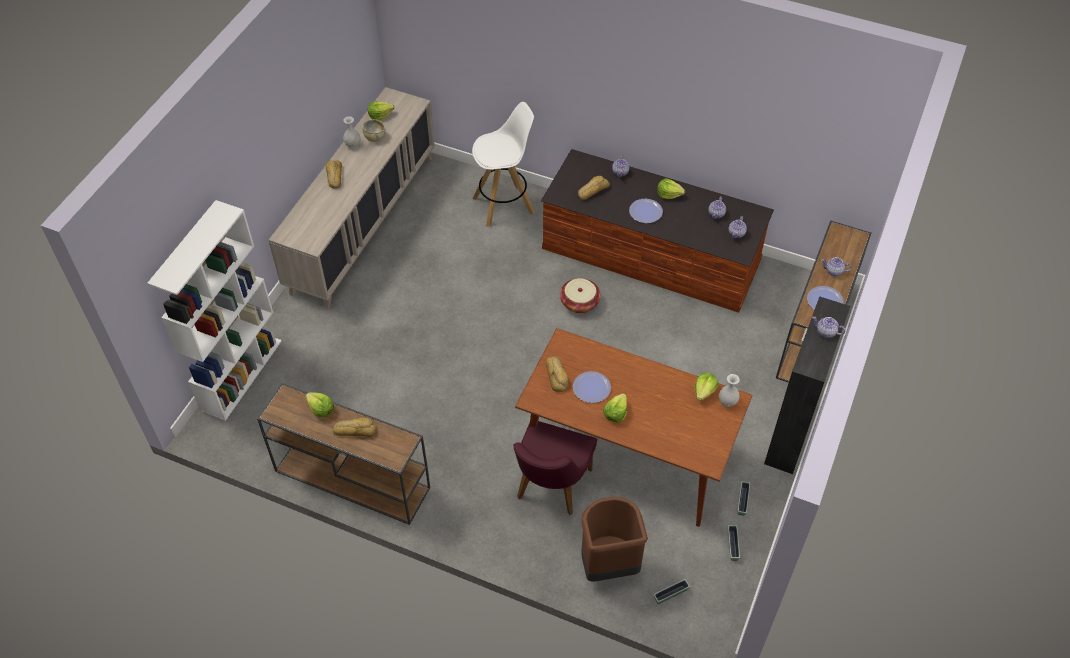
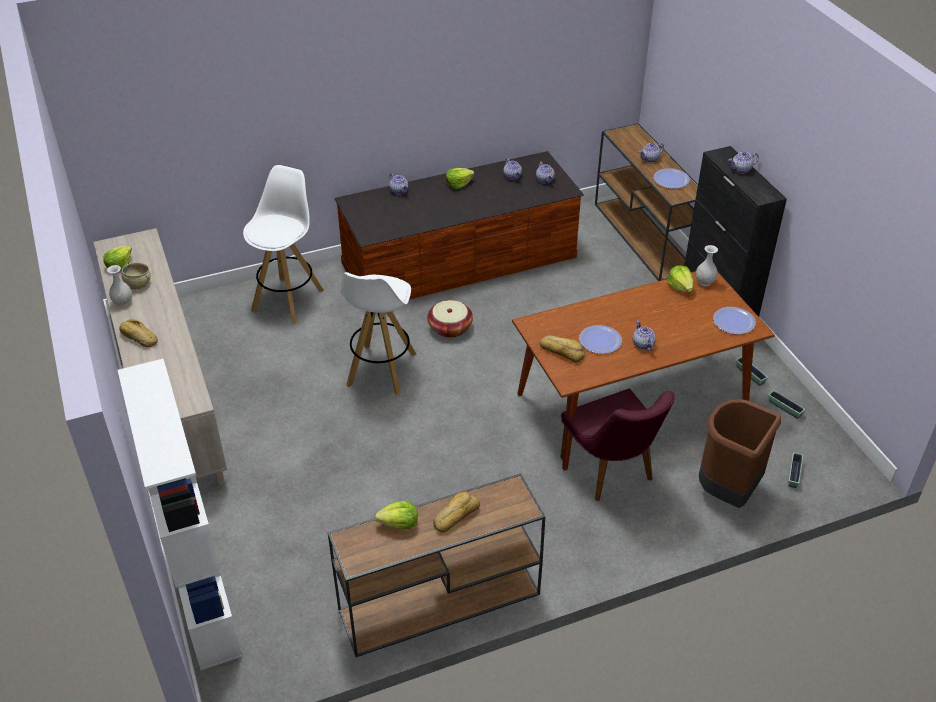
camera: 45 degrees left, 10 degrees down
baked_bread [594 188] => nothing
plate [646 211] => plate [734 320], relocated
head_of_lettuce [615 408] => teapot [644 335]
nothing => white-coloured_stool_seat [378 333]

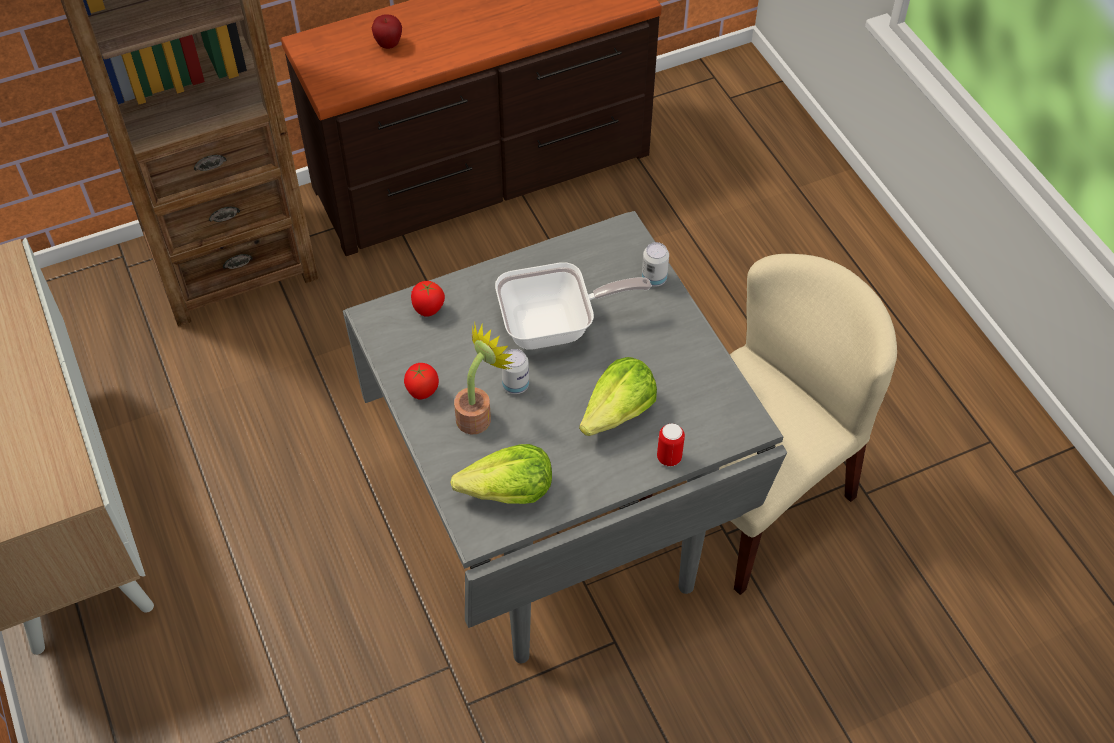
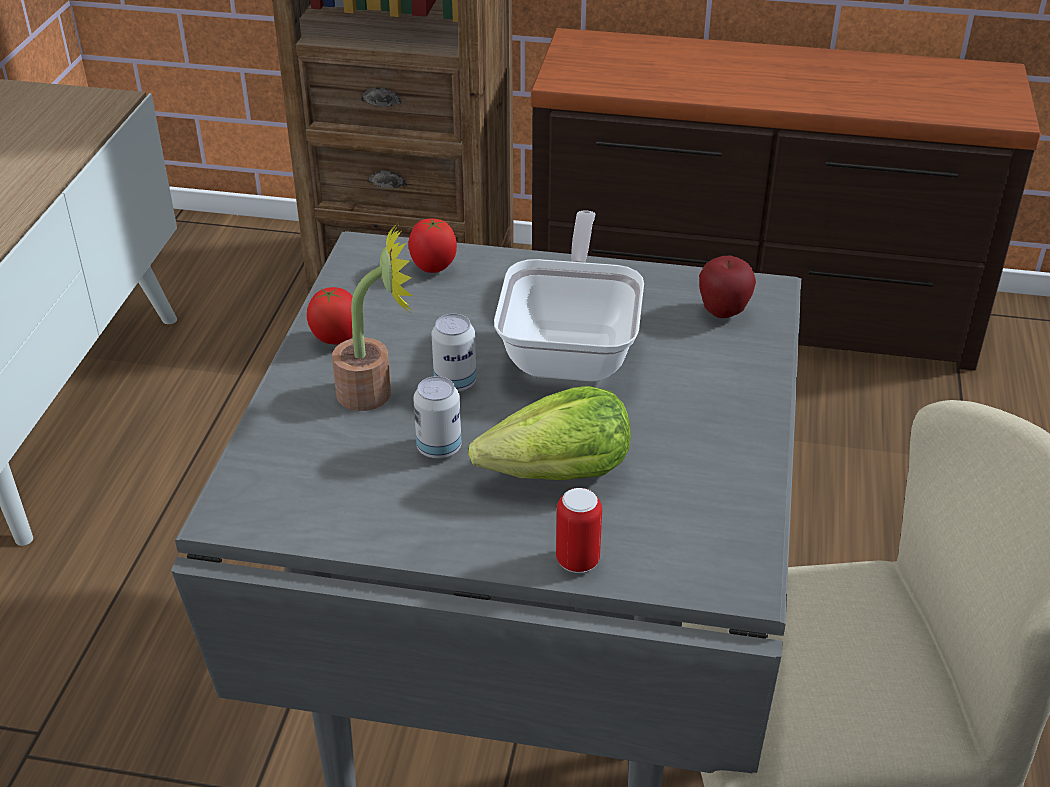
camera: 35 degrees right, 15 degrees down
whole_apple [387 31] => whole_apple [727 287], relocated
sealed_can [655 264] => sealed_can [437 417], relocated
frying_pan [573 305] => frying_pan [569 296], 105 degrees counterclockwise
head_of_lettuce [501 474] => nothing

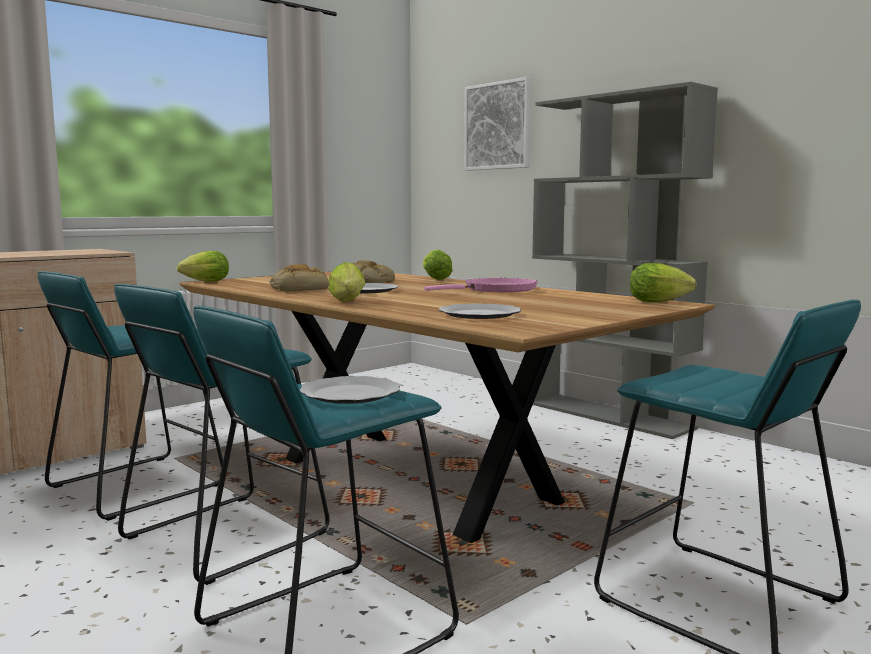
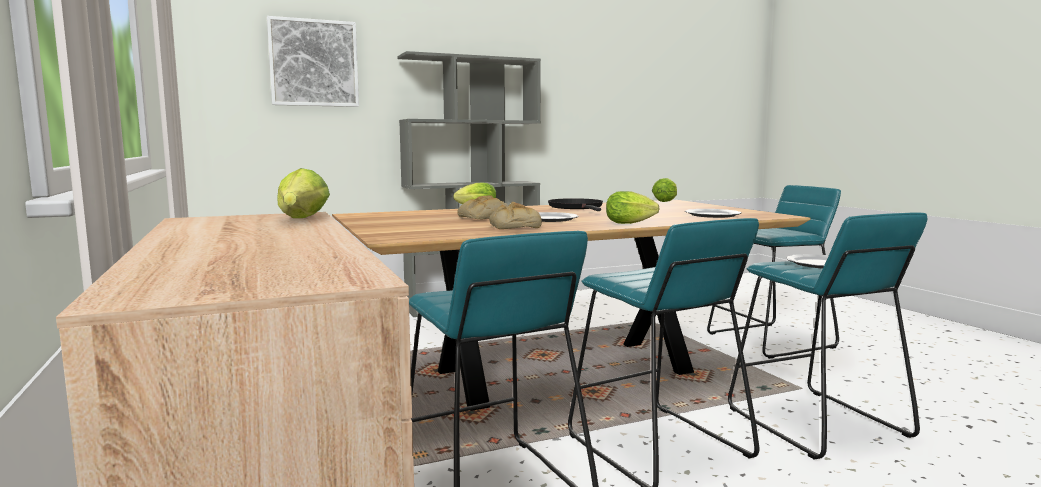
camera: 70 degrees left, 0 degrees up
head_of_lettuce [203 266] => head_of_lettuce [303 193], relocated
pink_frying_pan [481 285] => blackish_frying_pan [575 204]

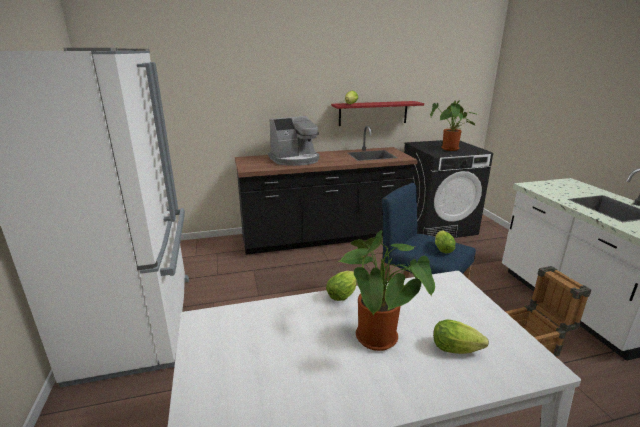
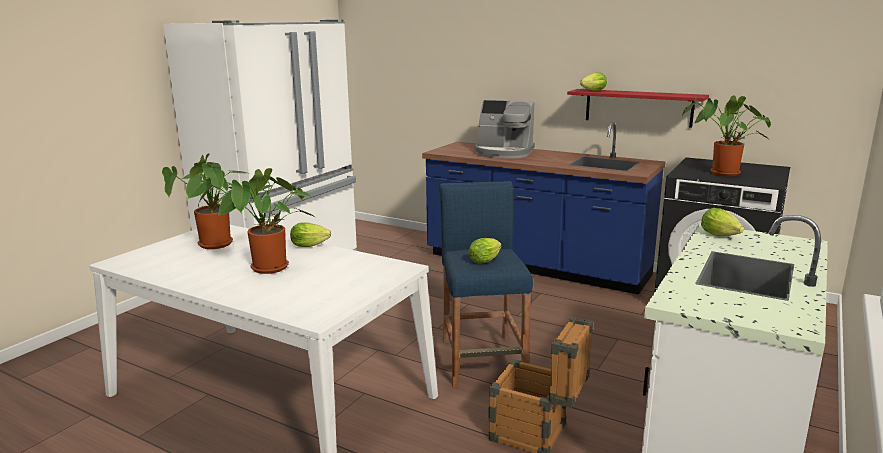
camera: 45 degrees right, 5 degrees down
blackish_counter [326 190] => bluish_counter [544 208]
head_of_lettuce [461 336] => head_of_lettuce [722 222], relocated
nothing => plant_in_a_pot [204 201]

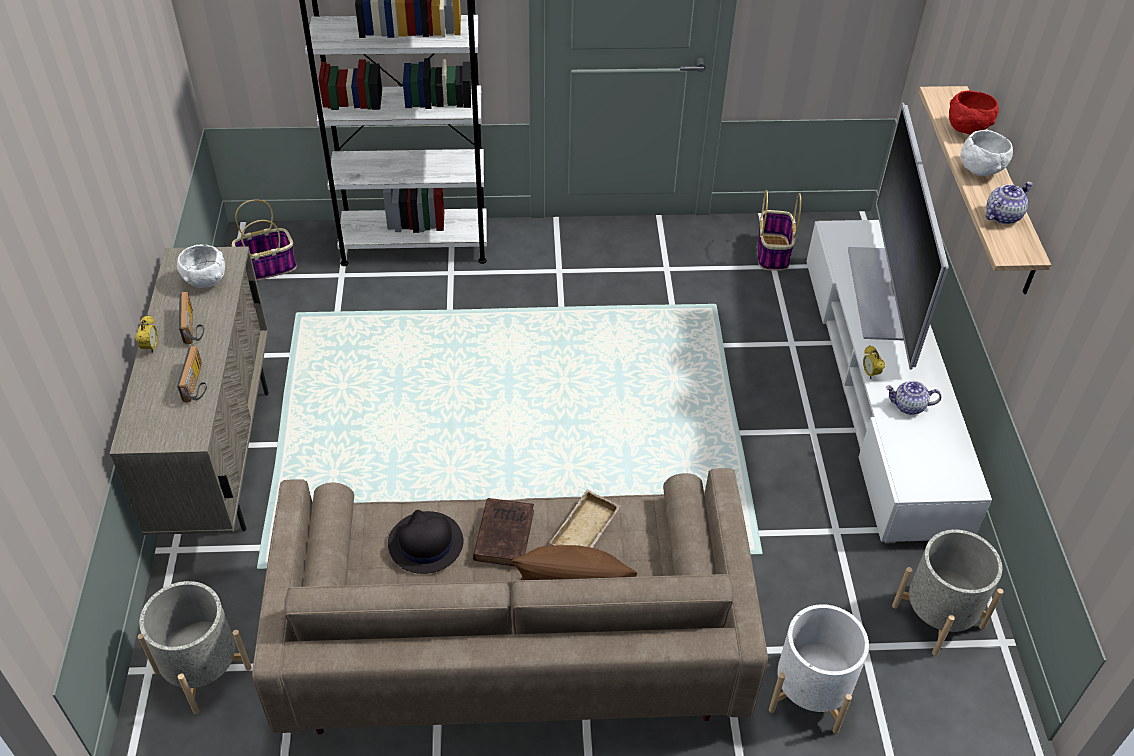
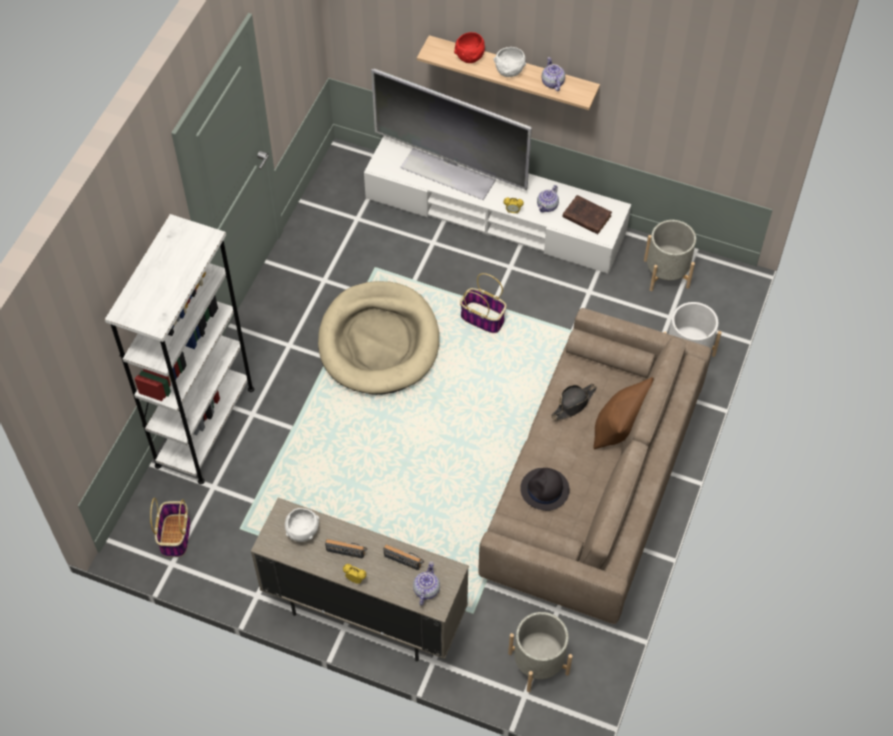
camera: 65 degrees left, 10 degrees up
storage_basket [779 230] => storage_basket [483 303], relocated
beige-coloured_tray [584 518] => blackish_hat [574 402]
brown_book [503 532] => brown_book [587 214], relocated
nothing => beige-coloured_dog_bed [378 338]
nothing => teapot [426 583]

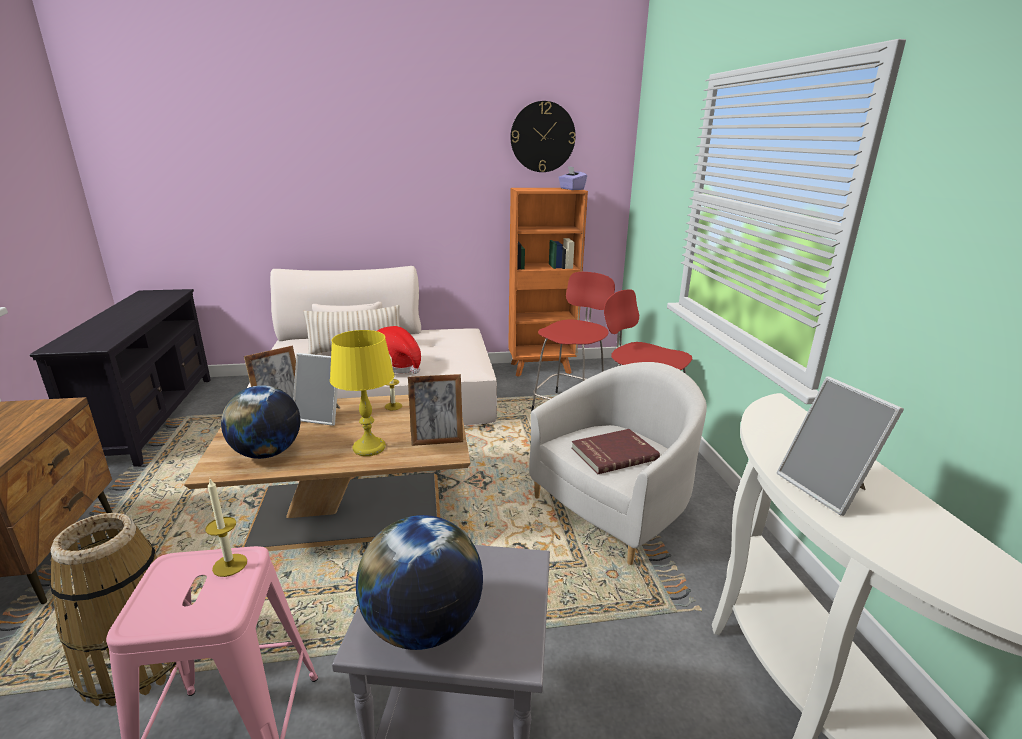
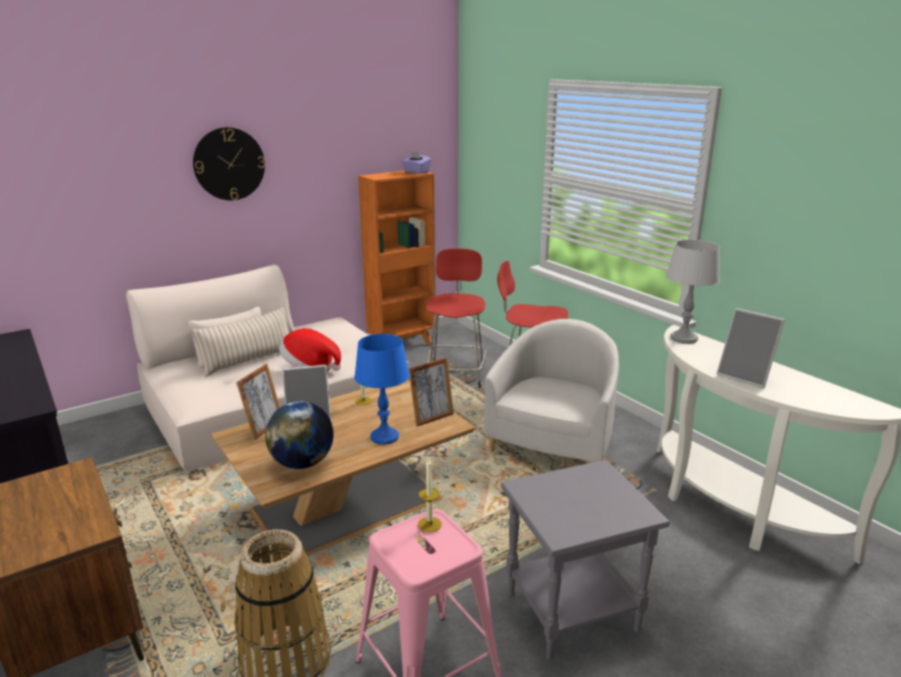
camera: 25 degrees left, 0 degrees up
hanging_clock [543 136] => hanging_clock [229 163], relocated
yellowish_tabletop_lamp [362 393] => bluish_tabletop_lamp [381 389]
reddish_book [616 451] => nothing
world_globe [419 582] => nothing
nothing => grey_tabletop_lamp [693 292]

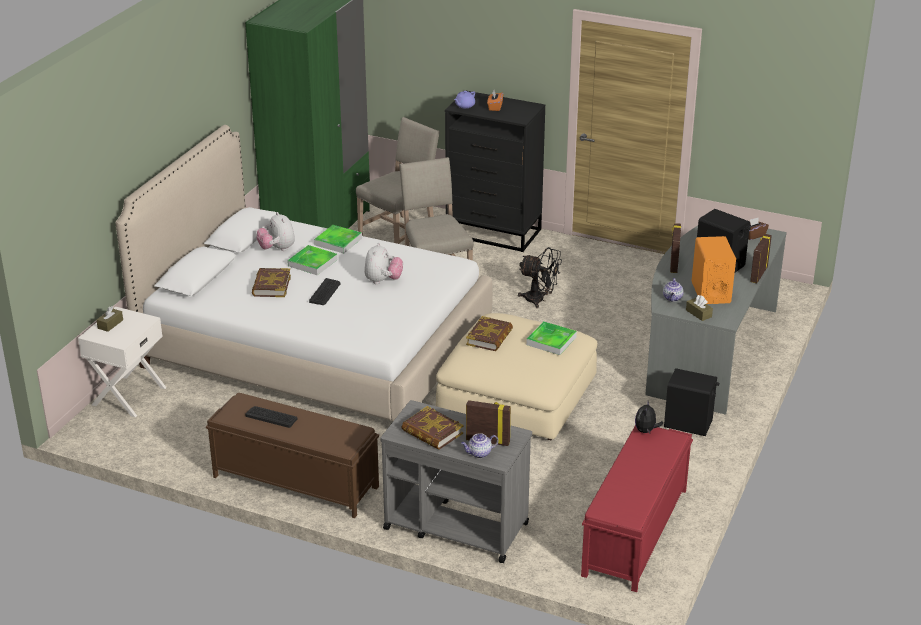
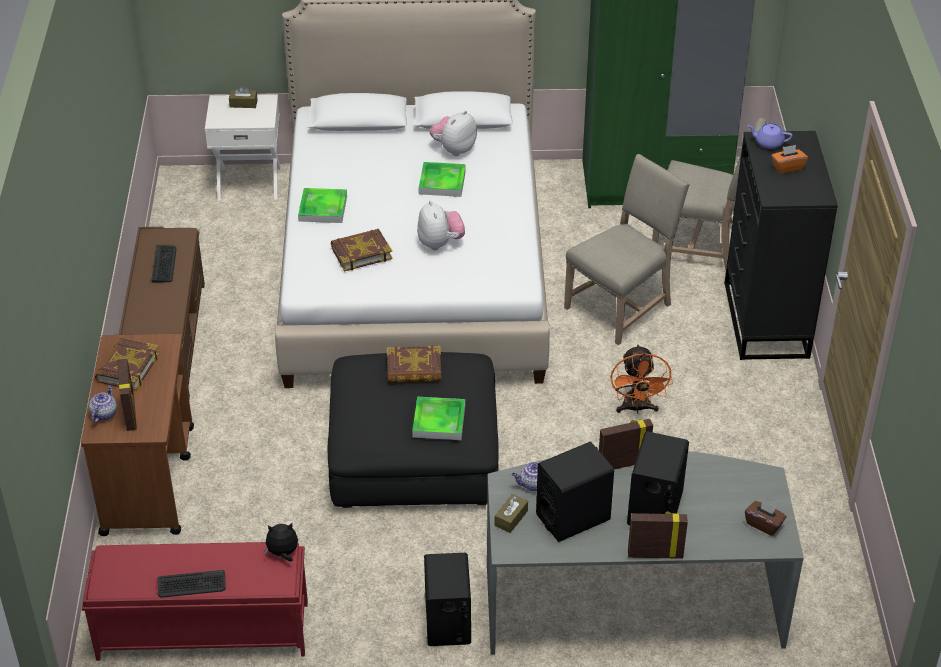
camera: 65 degrees right, 10 degrees up
tray [338 239] => tray [322 205], relocated
orange_loudspeaker [714 270] => blackish_loudspeaker [575 492]
plush_toy [383 263] => plush_toy [441 225], 90 degrees counterclockwise
blackish_electric_fan [540 277] => orange_electric_fan [642 379]
book [271 282] => book [362 250], relocated
PC_keyboard [325 291] => PC_keyboard [192 583], relocated
beige-coloured_footrest [516 376] => blackish_footrest [413 430]
grey_trolley [456 481] => brown_trolley [137 435]
teapot [479 445] => teapot [103 404], 60 degrees clockwise

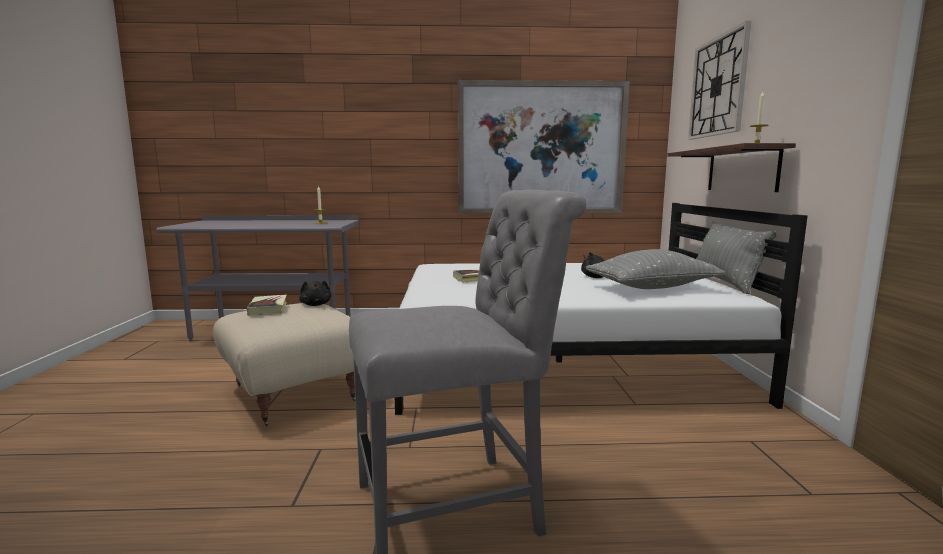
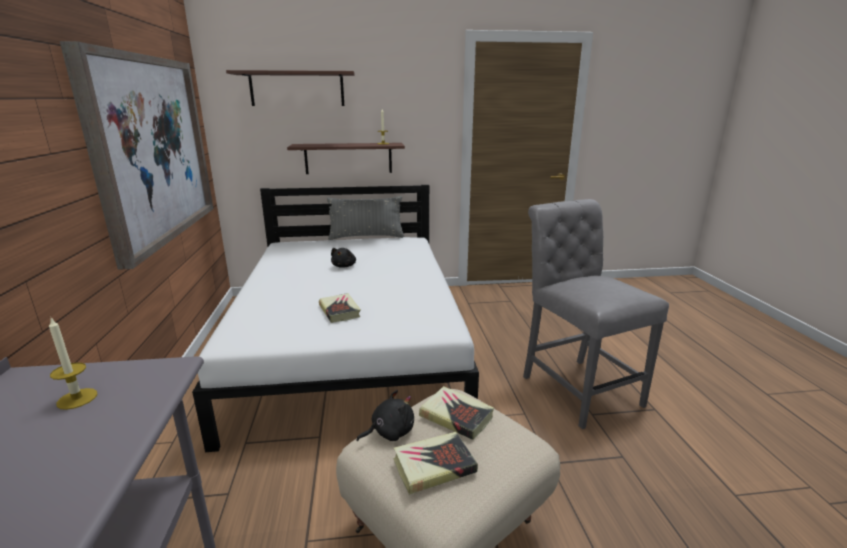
camera: 95 degrees left, 10 degrees up
hanging_clock [719 80] => shelf [290 88]
grey_cushion [655 269] => nothing
nothing => book [456 413]

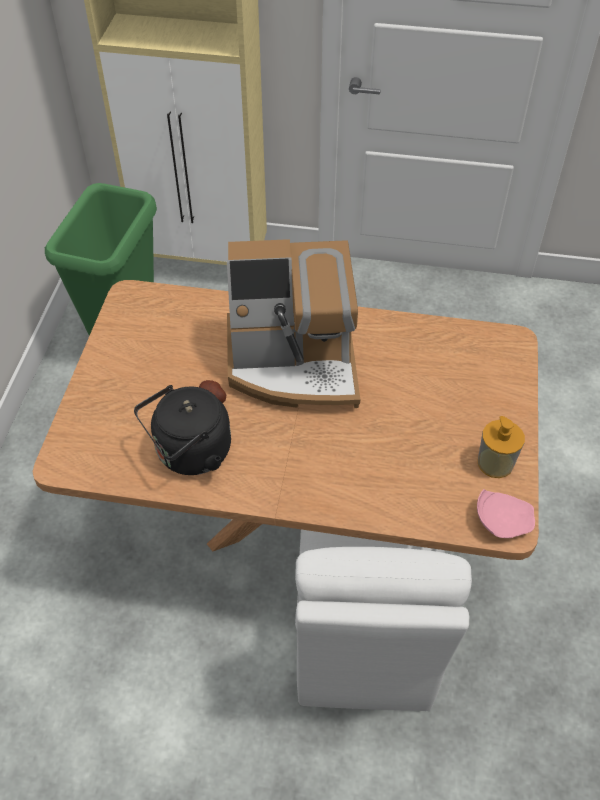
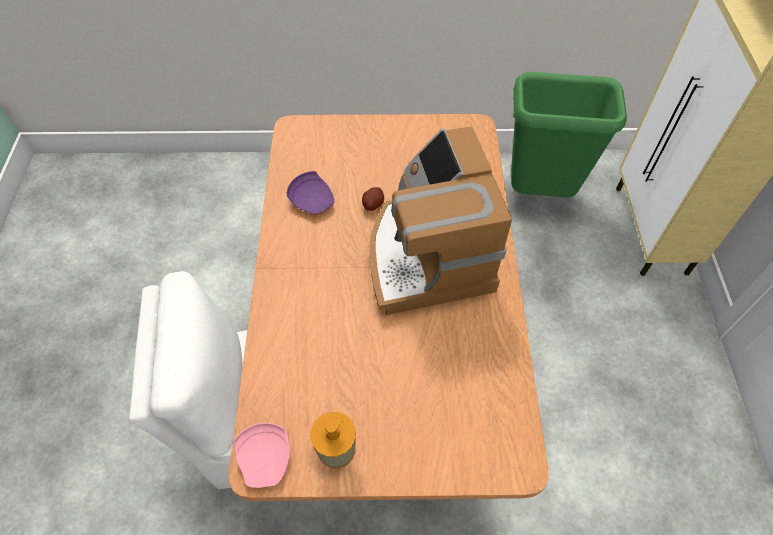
camera: 80 degrees right, 5 degrees up
blackish_kettle [182 430] => purplish_plate [310 192]

